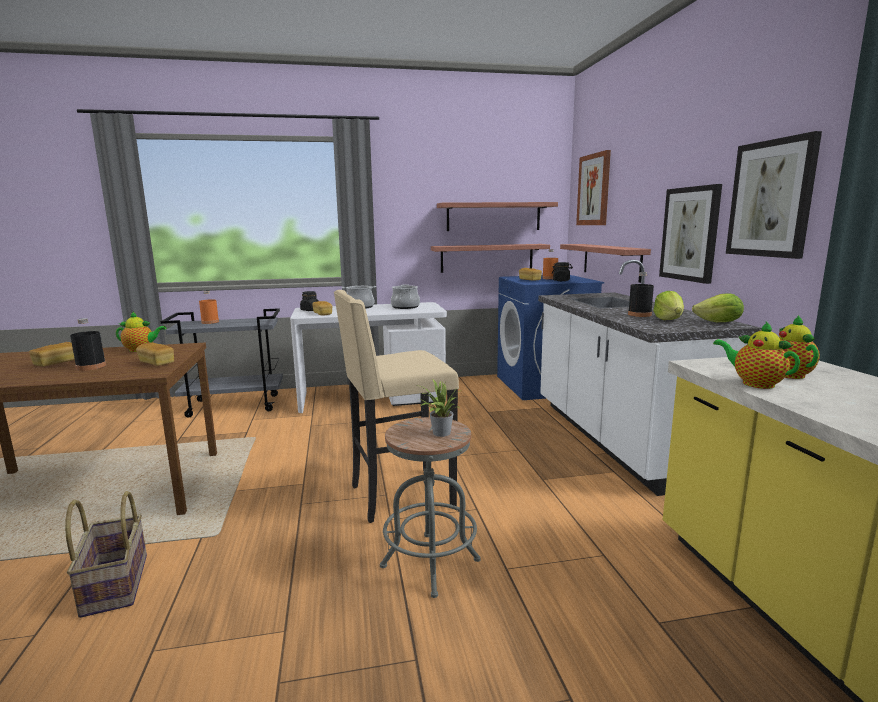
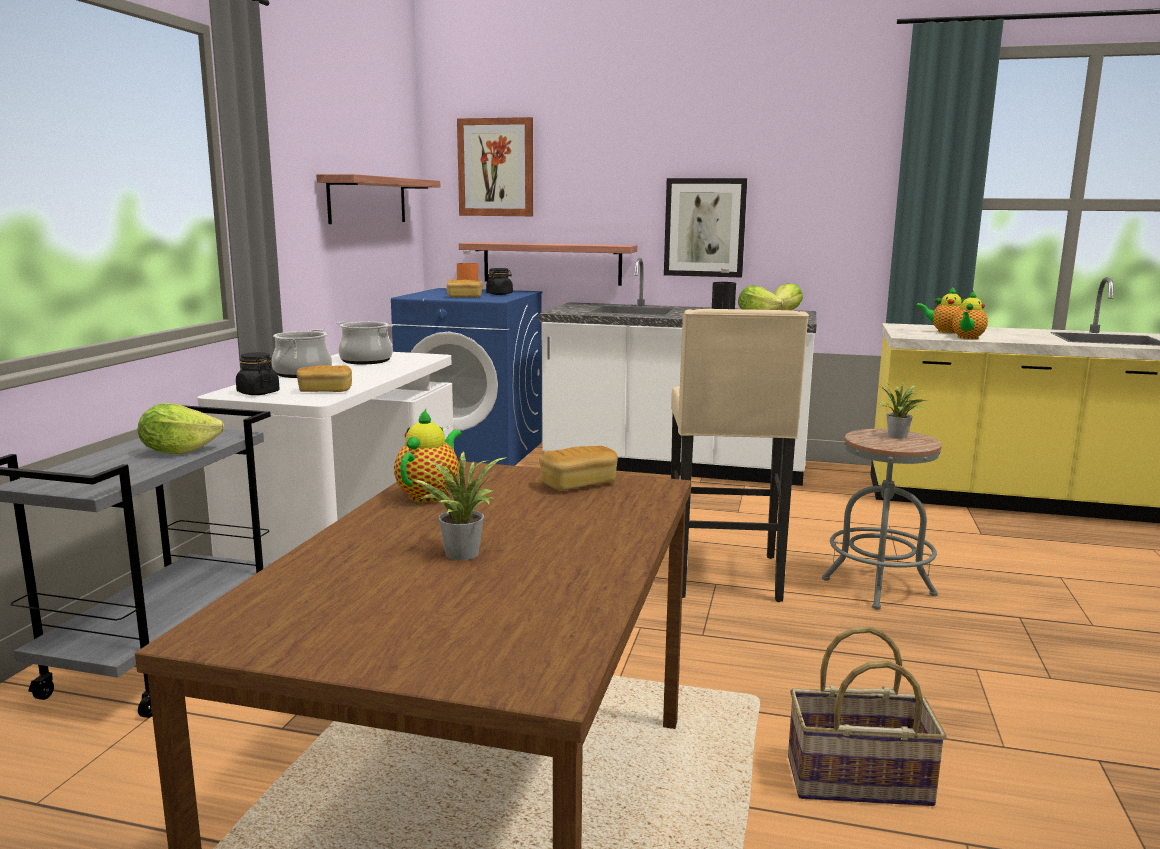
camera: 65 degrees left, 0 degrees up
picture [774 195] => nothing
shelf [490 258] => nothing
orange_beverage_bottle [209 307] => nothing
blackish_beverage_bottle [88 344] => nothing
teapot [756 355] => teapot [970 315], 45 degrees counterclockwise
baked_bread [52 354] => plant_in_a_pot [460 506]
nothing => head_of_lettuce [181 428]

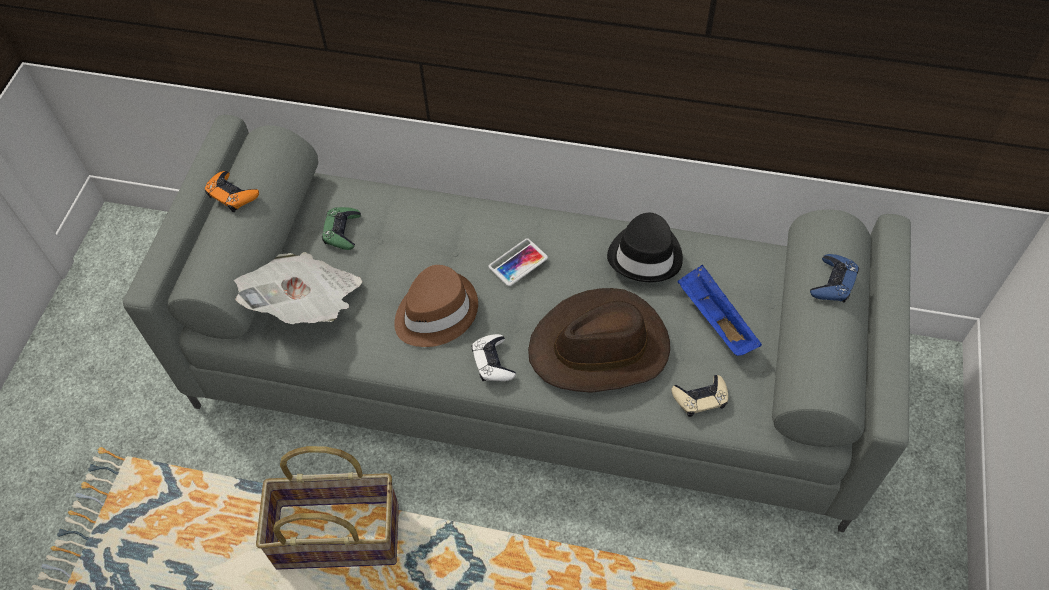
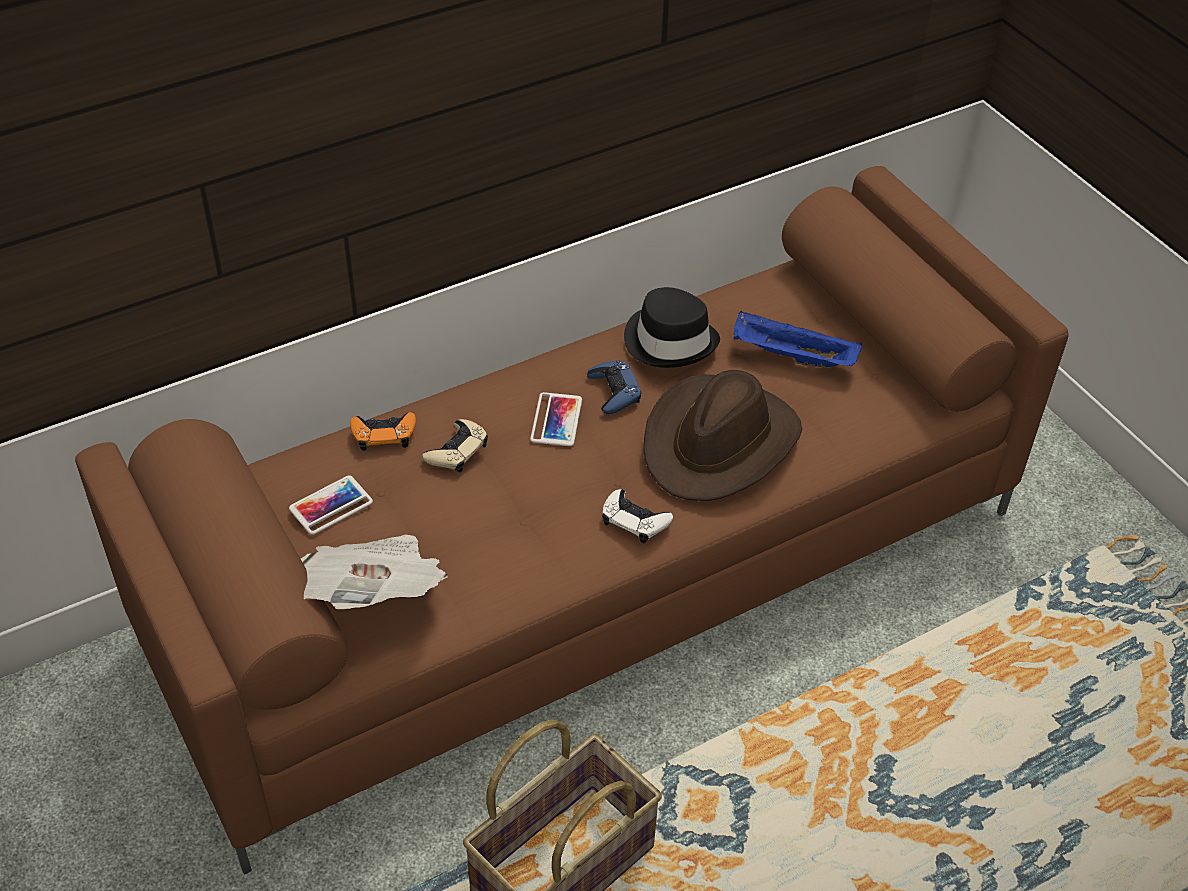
camera: 45 degrees left, 10 degrees down
grey_sofa [517 323] => brown_sofa [572 520]
orange_gamepad [231 191] => orange_gamepad [383 431], relocated
green_gamepad [341 228] => telephone [331 505]
bluish_gamepad [834 278] => bluish_gamepad [614 387], relocated
brown_hat [436 306] => nothing
beige-coloured_gamepad [699 396] => beige-coloured_gamepad [455 446], relocated

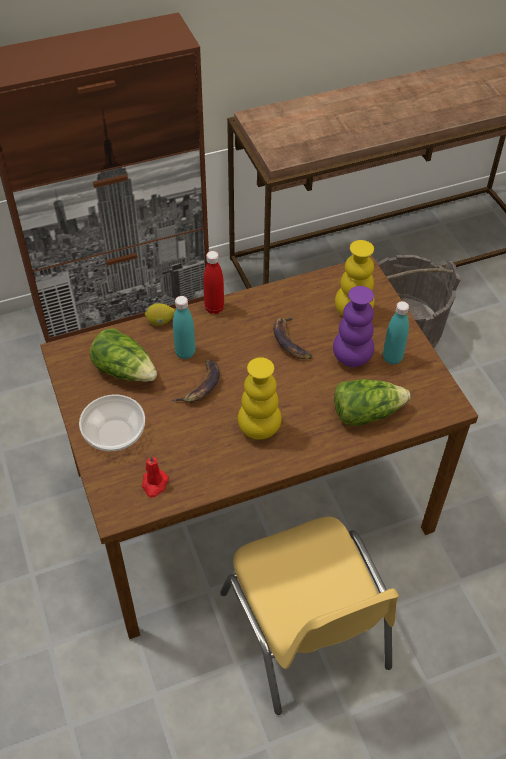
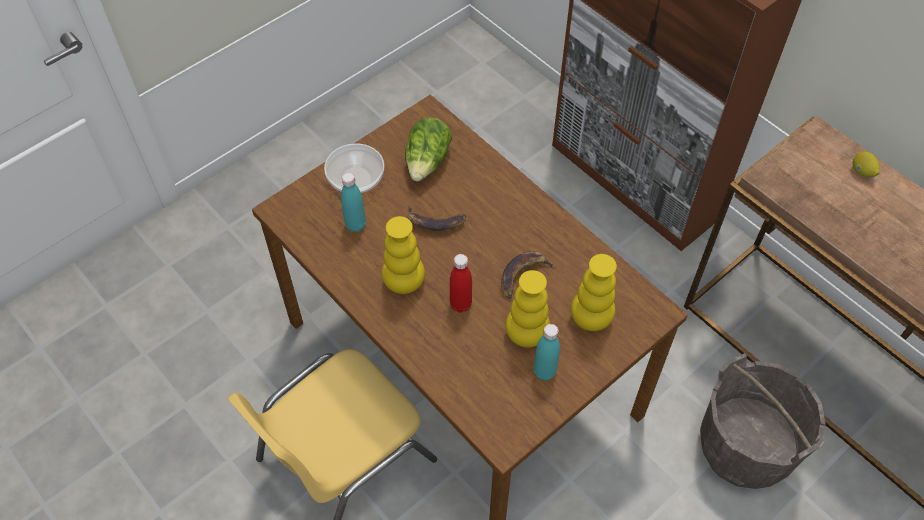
camera: 70 degrees right, 5 degrees up
reddish_beverage_bottle [213 282] => reddish_beverage_bottle [461 283], relocated
purplish_vase [353 326] => yellowish_vase [527 308]
blue-green_beverage_bottle [184 327] => blue-green_beverage_bottle [353 202], relocated
lemon [160 314] => lemon [866 164], relocated
head_of_lettuce [372 402] => nothing
reddish_wax_candle [155 476] => nothing

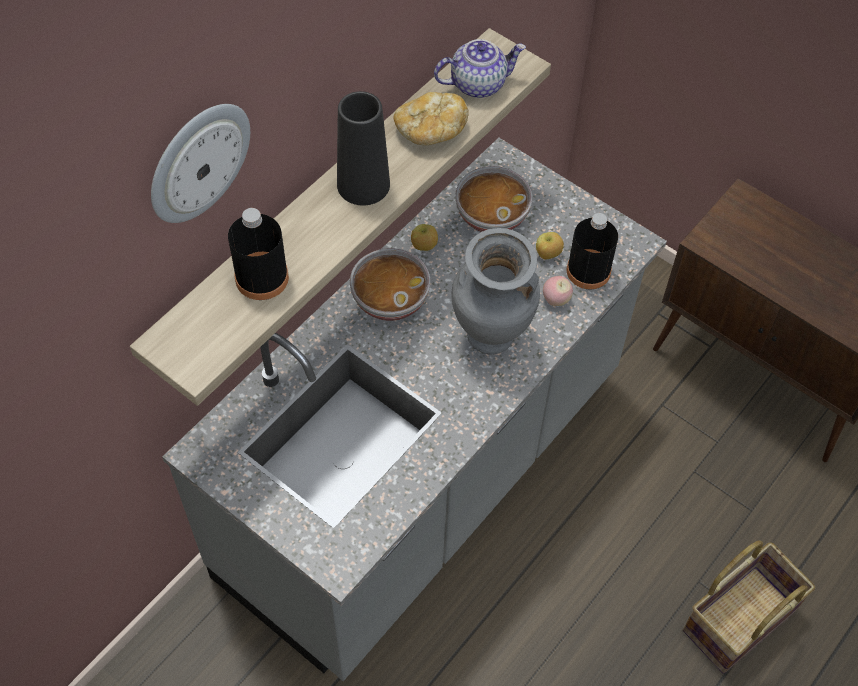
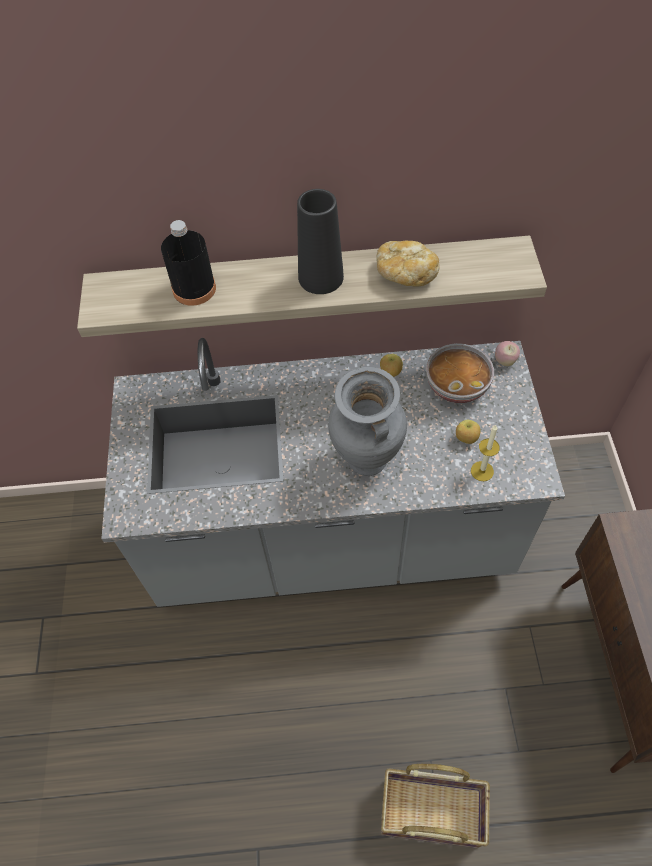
camera: 50 degrees right, 0 degrees up
teapot [480 68] => nothing
hanging_clock [200 163] => nothing
blackish_beverage_bottle [592 251] => wax_candle [485 453]
serving_bowl [390 284] => nothing
whole_apple [558 291] => whole_apple [507 353], relocated

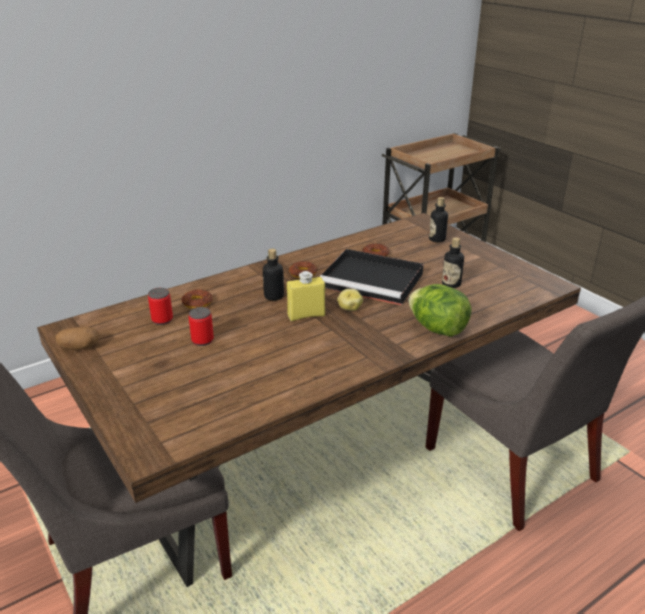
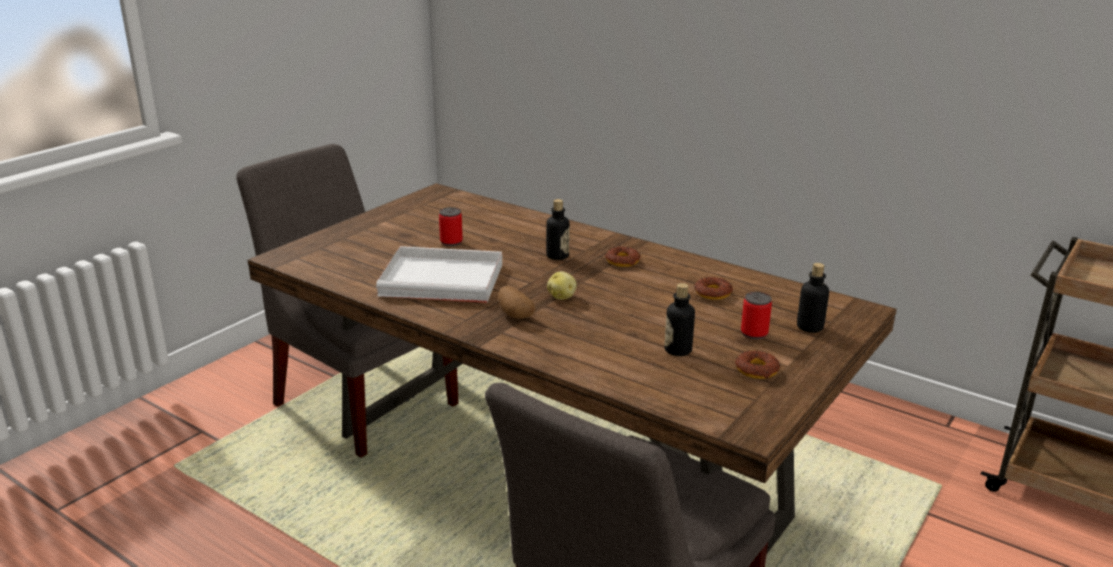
camera: 70 degrees right, 5 degrees down
blackish_tray [372 277] => nothing
yellowish_beverage_bottle [306 296] => nothing
head_of_lettuce [439 310] => nothing
sealed_can [160 306] => sealed_can [756 316], relocated
donut [197 299] => donut [758 364], relocated
potato [77 338] => potato [516 302], relocated
nothing => white-coloured_tray [439 274]

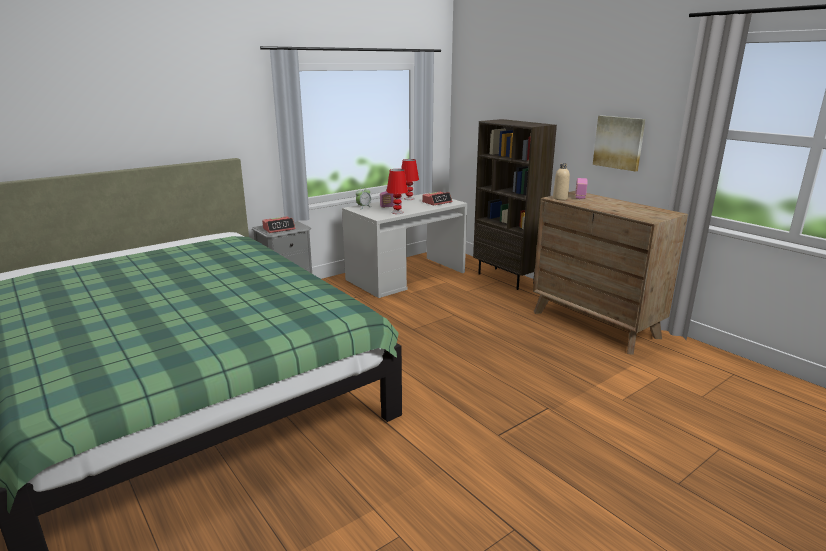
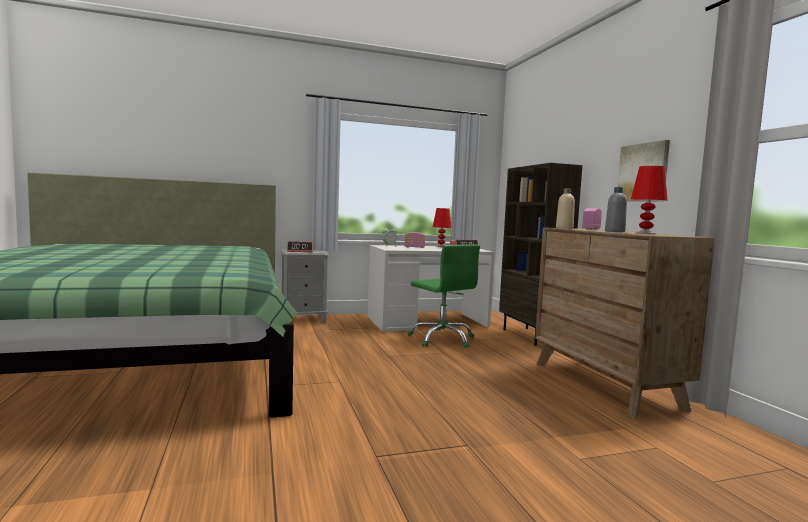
camera: 20 degrees right, 15 degrees down
reddish_tabletop_lamp [397 191] => reddish_tabletop_lamp [649 200], relocated
nothing => grey_beverage_bottle [616 209]
nothing => green_desk_chair [443 296]

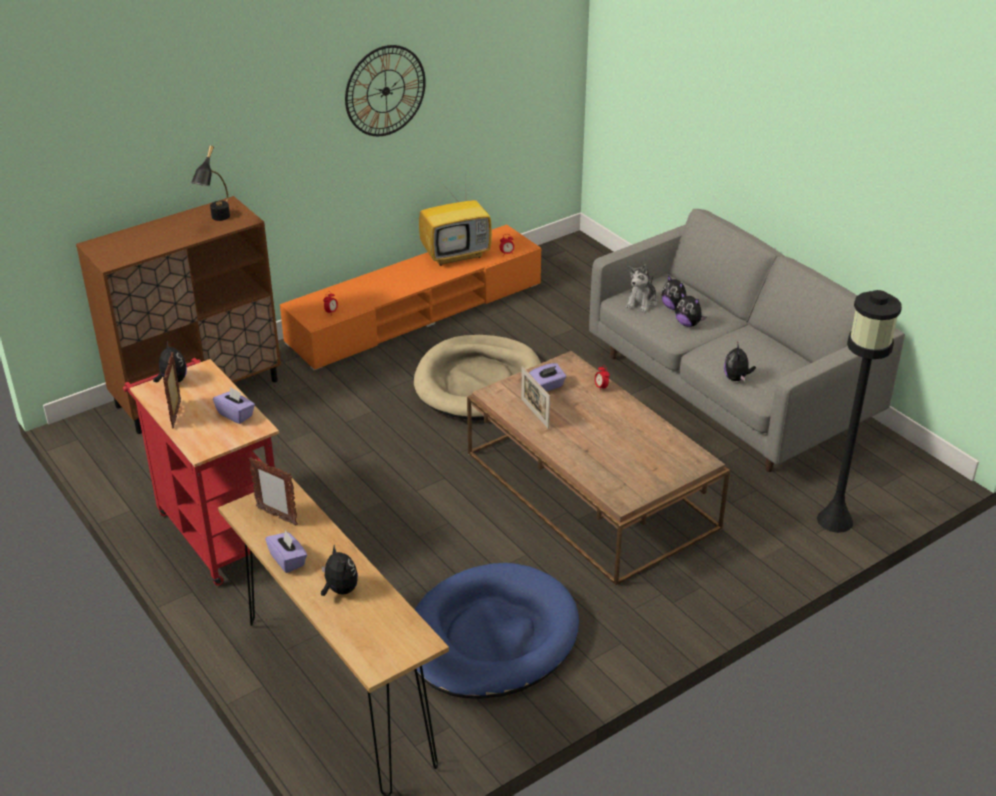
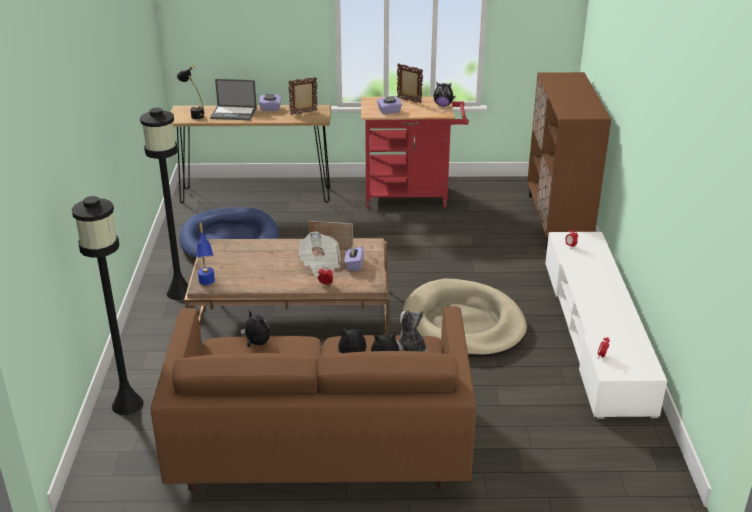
camera: 125 degrees right, 5 degrees down
hanging_clock [385 90] => nothing
blackish_tabletop_lamp [210 183] => blackish_tabletop_lamp [190 92], relocated
TV [455 217] => nothing
grey_sofa [747 340] => brown_sofa [313 398]
orange_tv_stand [410 297] => white-coloured_tv_stand [606 325]
plush_toy [339 570] => laptop [233 99]
nothing => blackish_standard_lamp [164 204]
nothing => bluish_tabletop_lamp [206 253]
nothing => printed_paper [319 254]

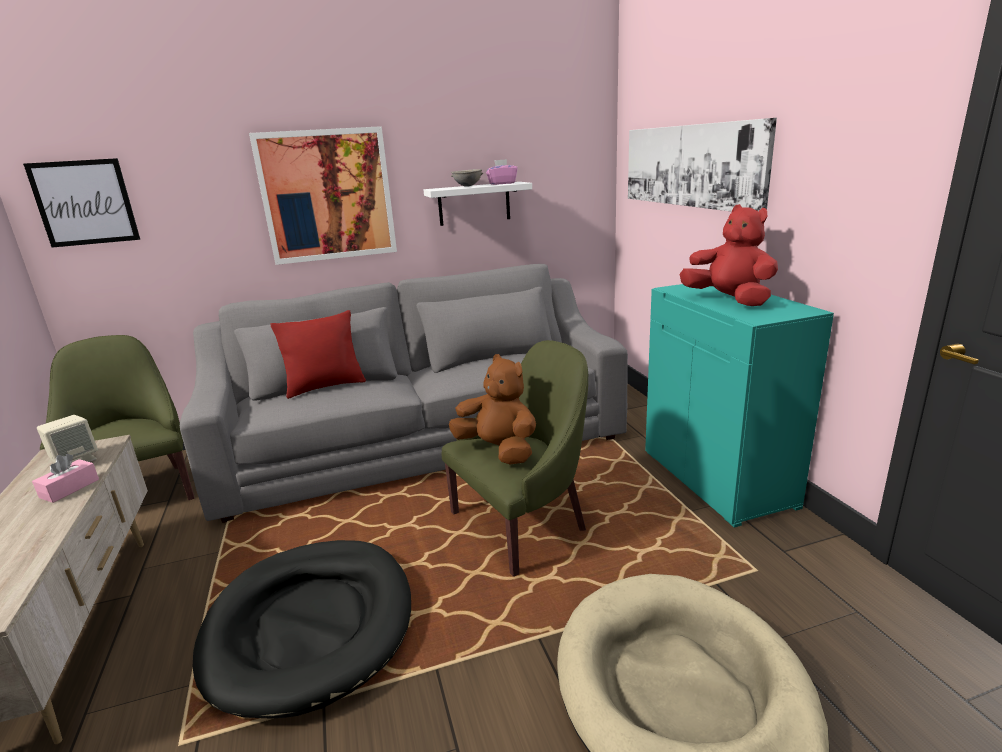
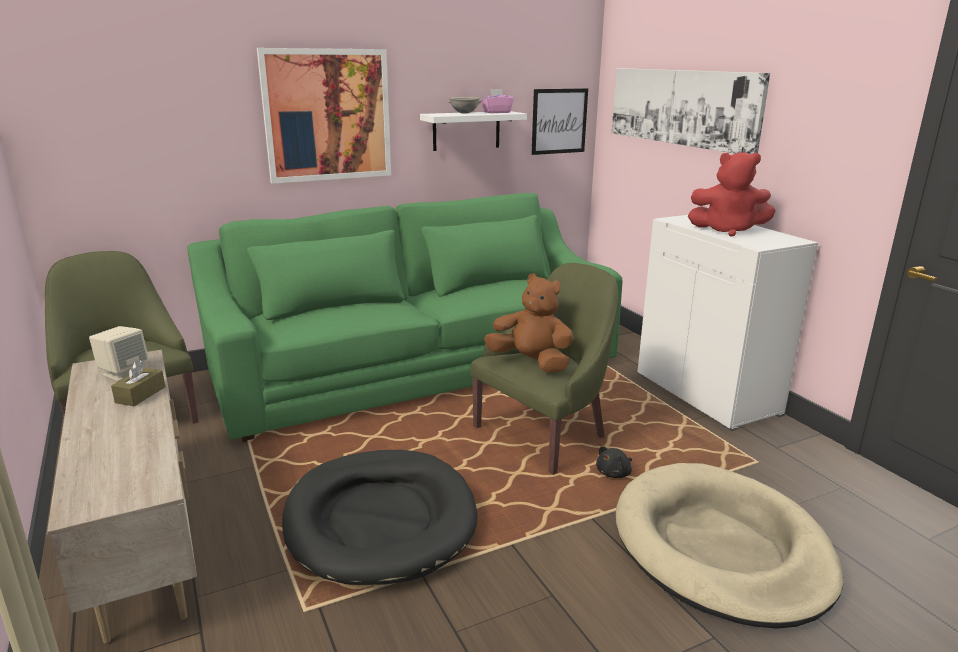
camera: 10 degrees left, 0 degrees up
picture [81 203] => picture [560 121], relocated
reddish_plush_toy [729 255] => reddish_plush_toy [732 194], 150 degrees clockwise
grey_sofa [404 393] => green_sofa [405 317]
blue-green_cabinet [739 405] => white-coloured_cabinet [728 323]
reddish_cushion [318 354] => nothing
pink_tissue_holder [65 478] => brown_tissue_holder [138 383]
nothing => blackish_plush_toy [614 462]

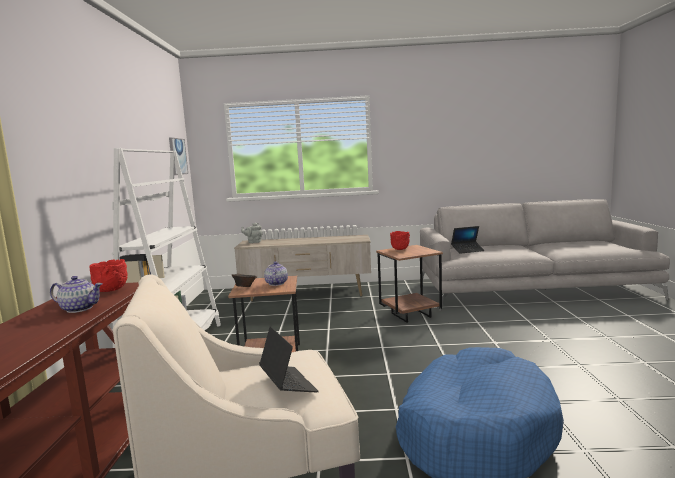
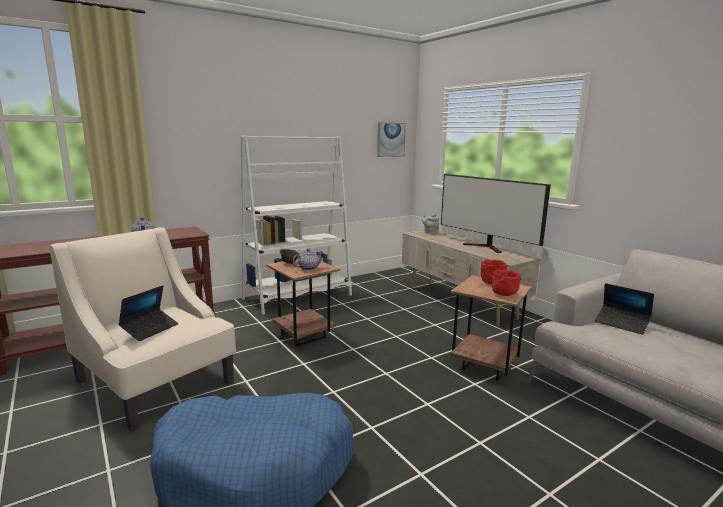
camera: 55 degrees right, 5 degrees up
reddish_serving_bowl [108 275] => reddish_serving_bowl [506 283], relocated
nothing => TV [496 213]

